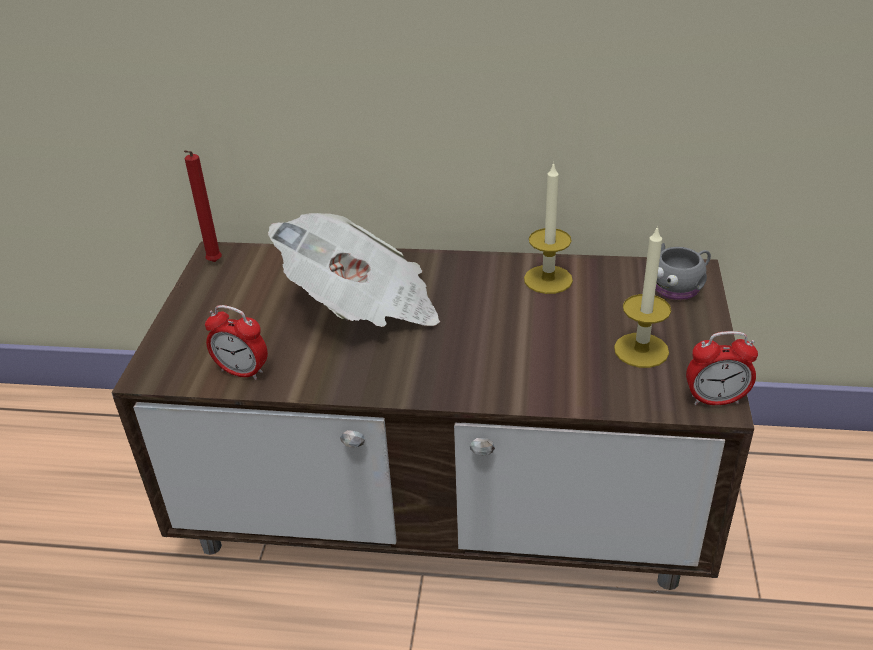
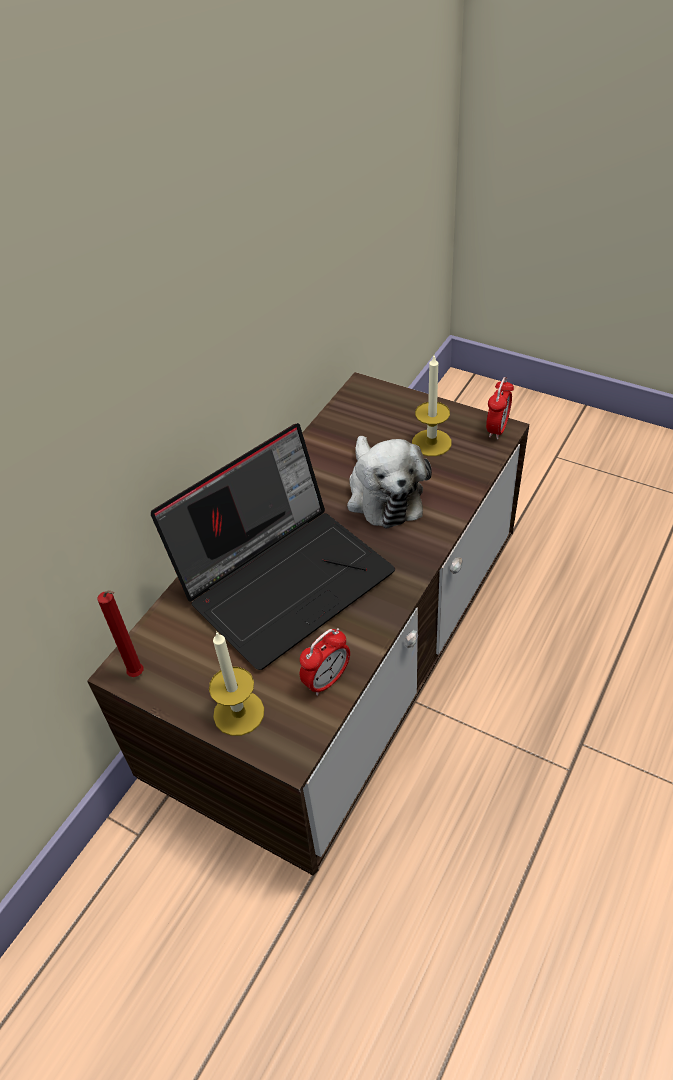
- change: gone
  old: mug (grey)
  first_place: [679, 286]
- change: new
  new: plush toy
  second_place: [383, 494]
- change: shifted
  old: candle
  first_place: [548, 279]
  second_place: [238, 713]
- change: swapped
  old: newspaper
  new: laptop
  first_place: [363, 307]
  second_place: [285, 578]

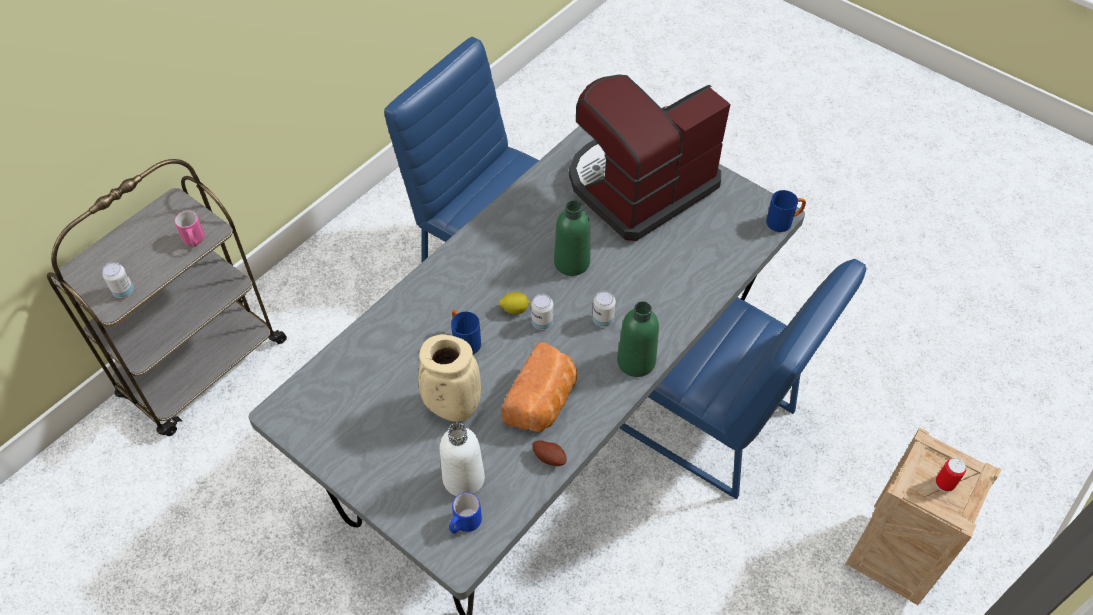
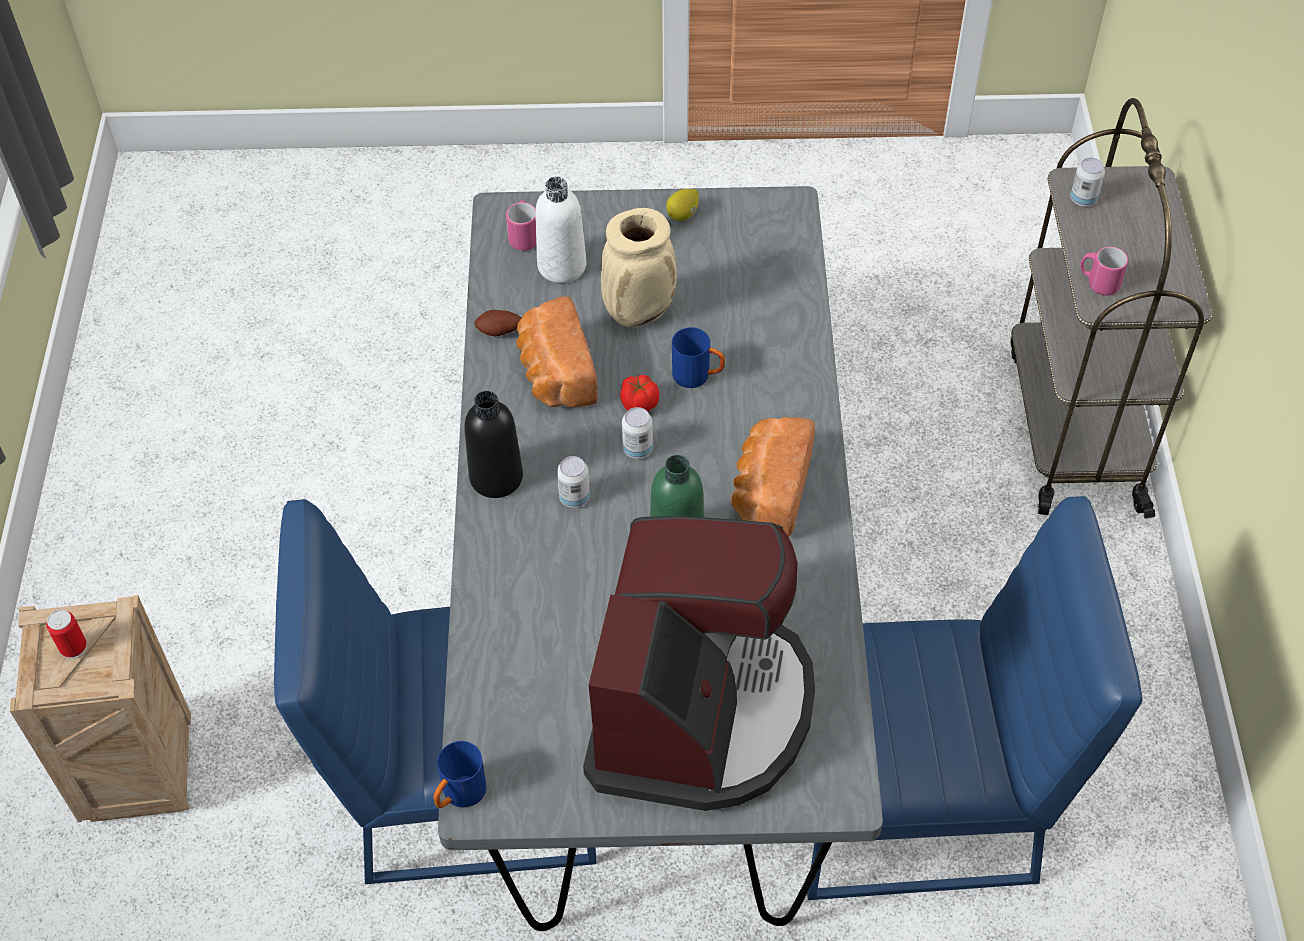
- change: new
  new: tomato
  second_place: [638, 404]
- change: new
  new: bread
  second_place: [769, 490]
- change: shifted
  old: lemon
  first_place: [515, 309]
  second_place: [683, 215]
- change: repainted
  old: mug (blue)
  new: mug (pink)
  first_place: [464, 524]
  second_place: [524, 236]
- change: repainted
  old: bottle (green)
  new: bottle (black)
  first_place: [636, 361]
  second_place: [496, 477]

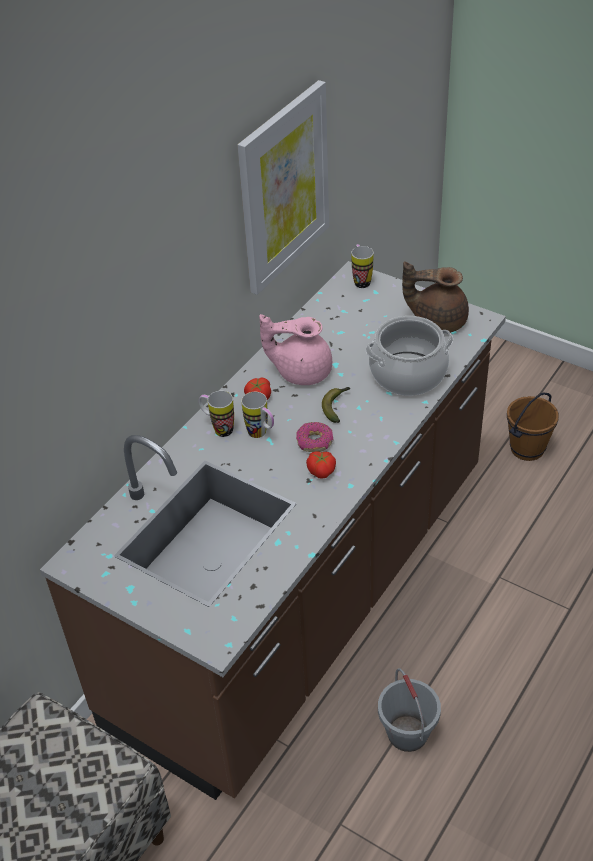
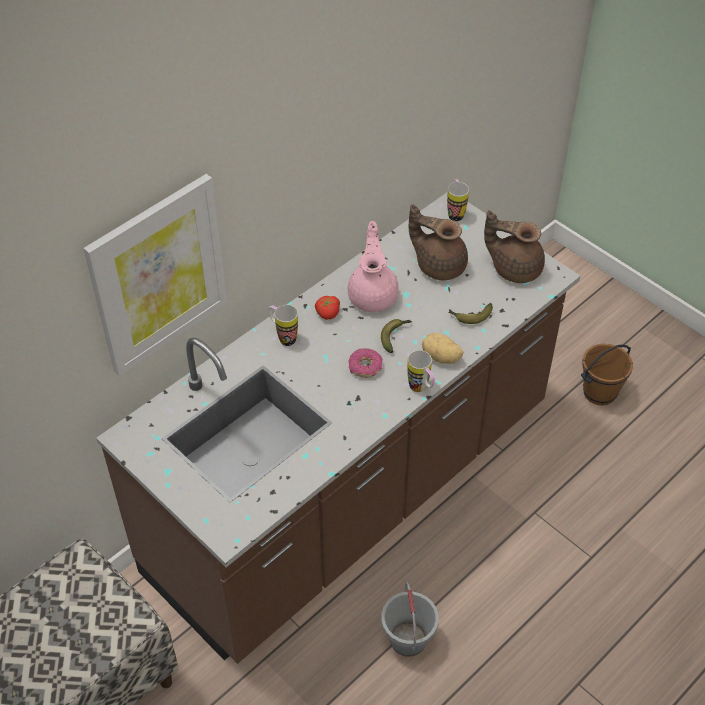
- change: gone
  old: tomato
  first_place: [322, 470]
- change: new
  new: teapot (brown)
  second_place: [439, 265]
- change: new
  new: potato
  second_place: [441, 358]
- change: shifted
  old: picture
  first_place: [283, 188]
  second_place: [158, 275]
- change: shifted
  old: mug
  first_place: [261, 434]
  second_place: [421, 389]
- change: swapped
  old: cooking pot
  new: banana
  first_place: [408, 373]
  second_place: [470, 316]
- change: rotated
  old: teapot (pink)
  first_place: [301, 371]
  second_place: [373, 295]
  degrees: 75

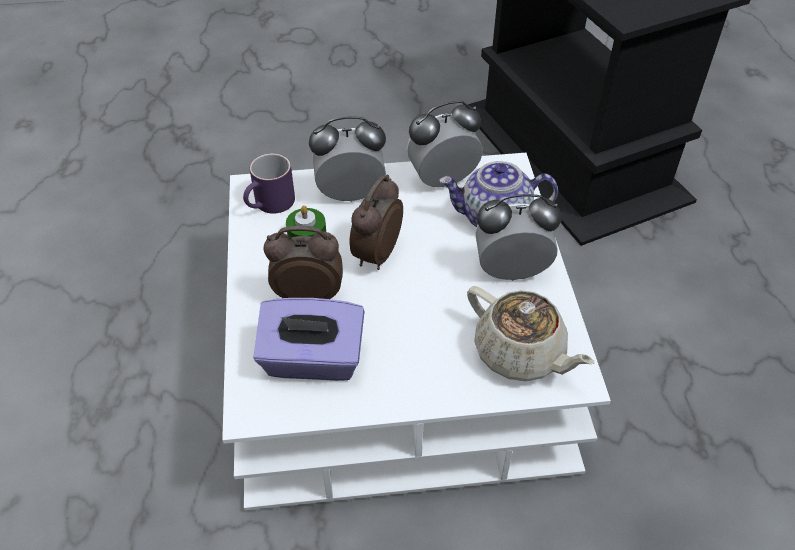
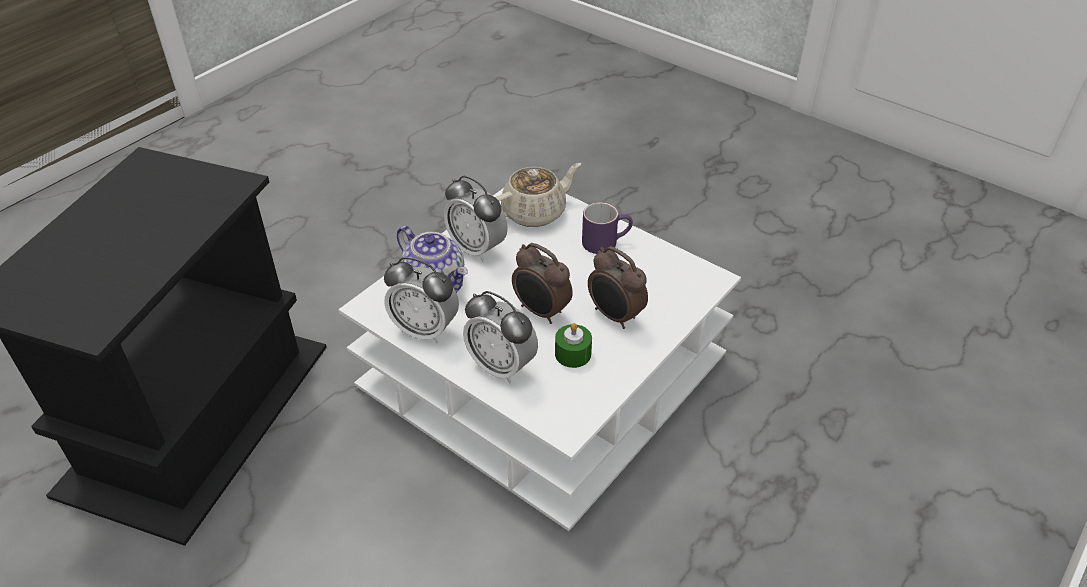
- change: gone
  old: tissue box (purple)
  first_place: [312, 360]
- change: shifted
  old: mug (purple)
  first_place: [270, 205]
  second_place: [606, 241]
- change: rotated
  old: alarm clock
  first_place: [376, 255]
  second_place: [541, 312]
  degrees: 60
- change: rotated
  old: teapot (beige)
  first_place: [520, 354]
  second_place: [535, 212]
  degrees: 60

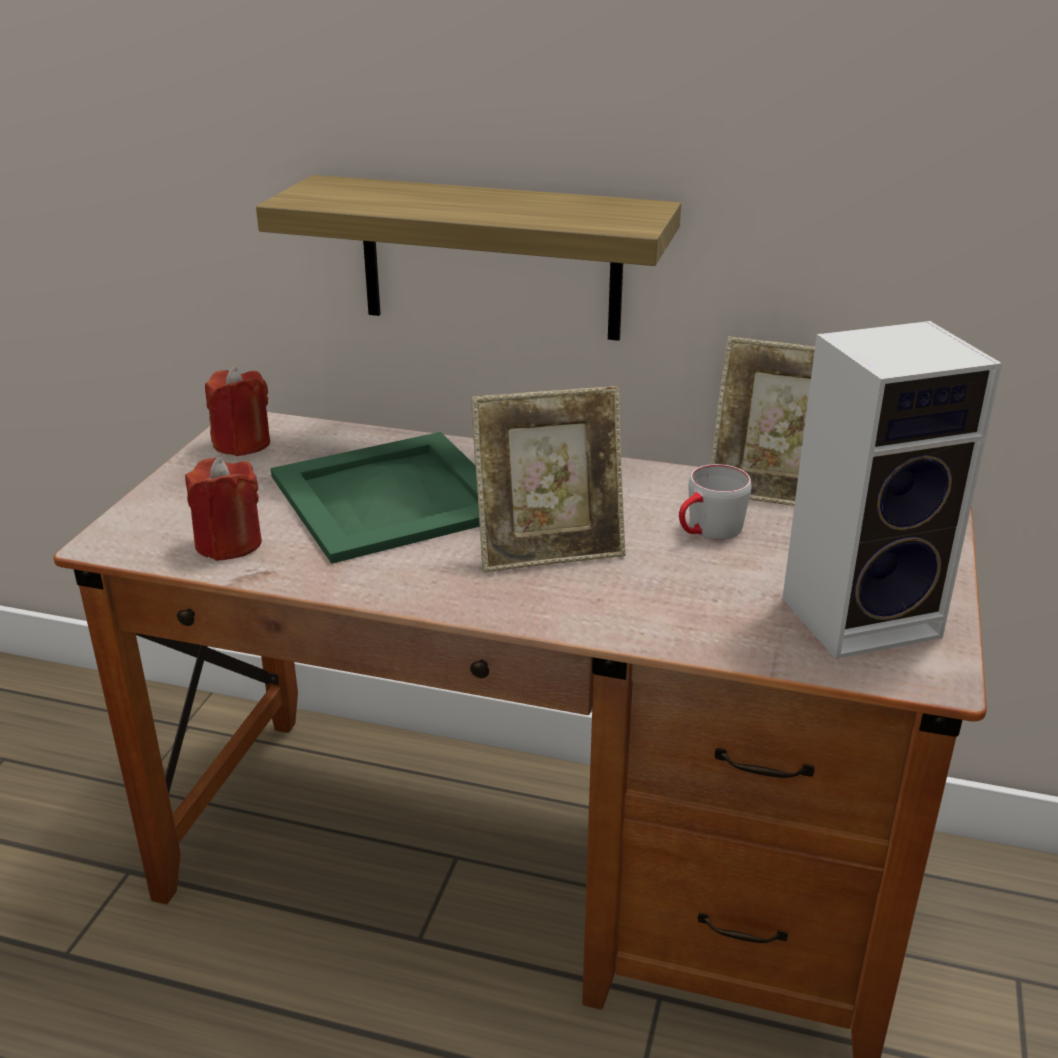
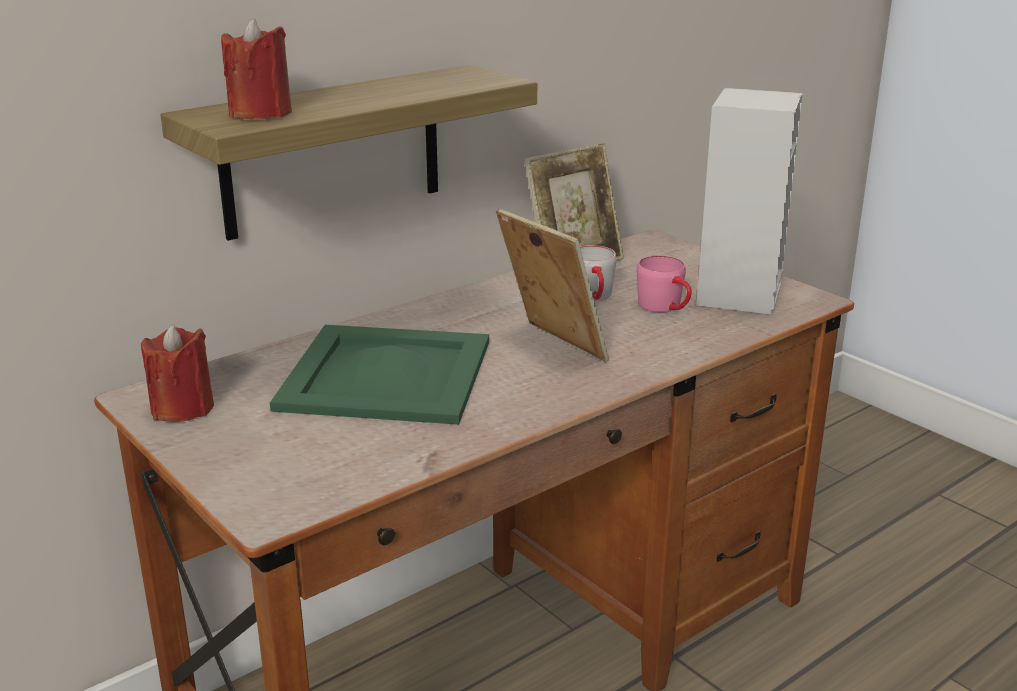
- change: new
  new: mug (pink)
  second_place: [666, 308]
- change: shifted
  old: candle (red)
  first_place: [229, 544]
  second_place: [260, 113]
- change: rotated
  old: picture frame
  first_place: [549, 550]
  second_place: [550, 347]
  degrees: -60

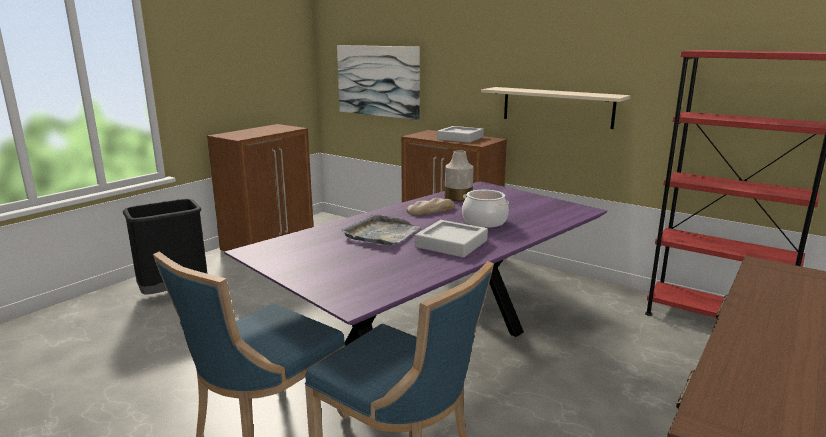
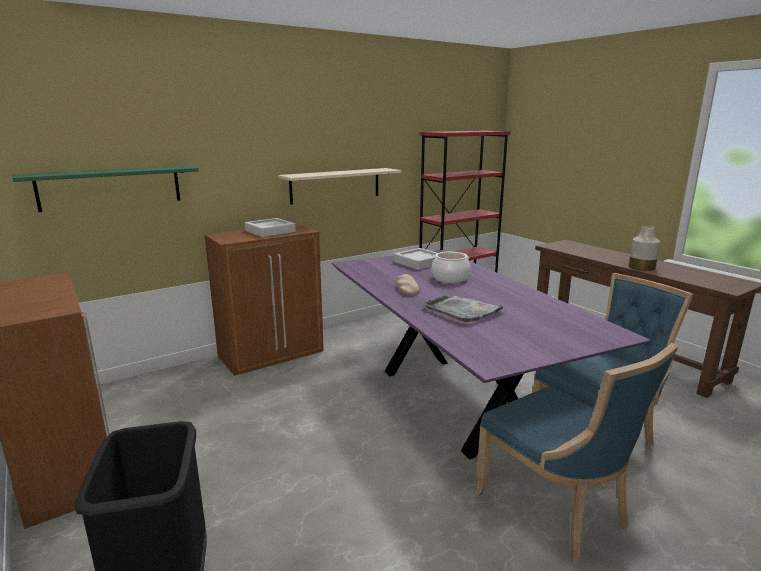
- change: shifted
  old: tray (grey)
  first_place: [451, 244]
  second_place: [419, 262]
- change: shifted
  old: vase (beige)
  first_place: [458, 197]
  second_place: [641, 267]
- change: swapped
  old: picture
  new: shelf (green)
  first_place: [378, 81]
  second_place: [111, 187]

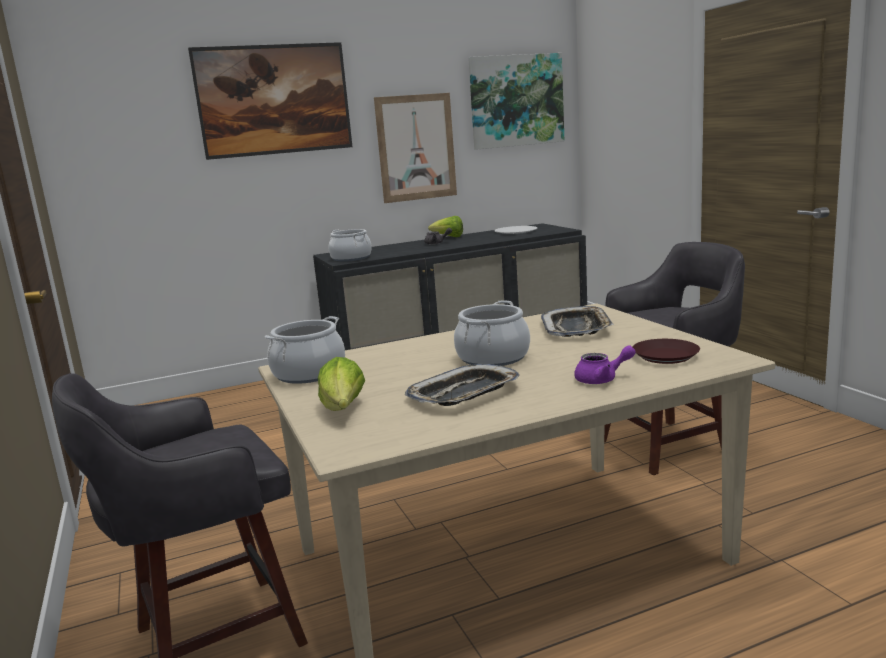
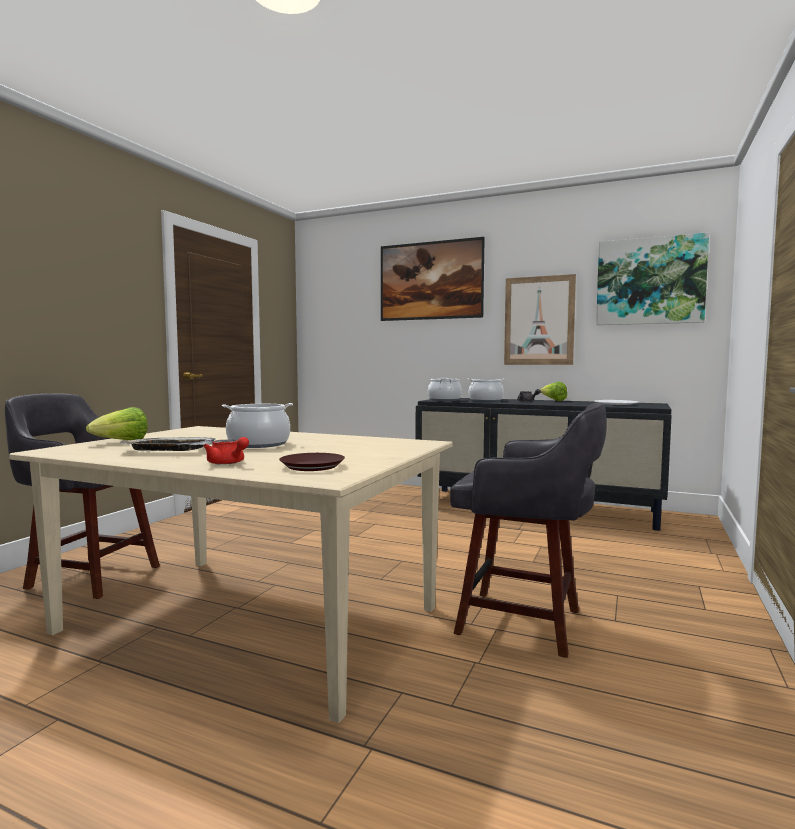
- change: gone
  old: tray
  first_place: [576, 328]
- change: shifted
  old: cooking pot
  first_place: [308, 373]
  second_place: [485, 401]
- change: repainted
  old: teapot (purple)
  new: teapot (red)
  first_place: [602, 379]
  second_place: [228, 463]

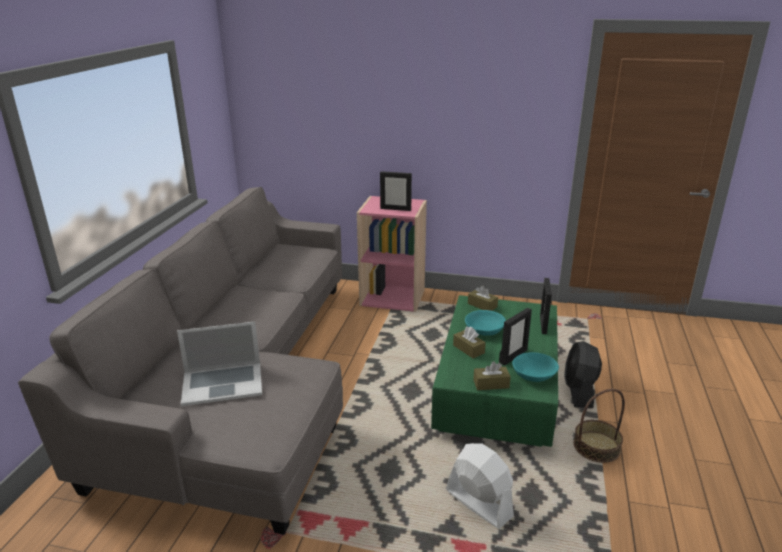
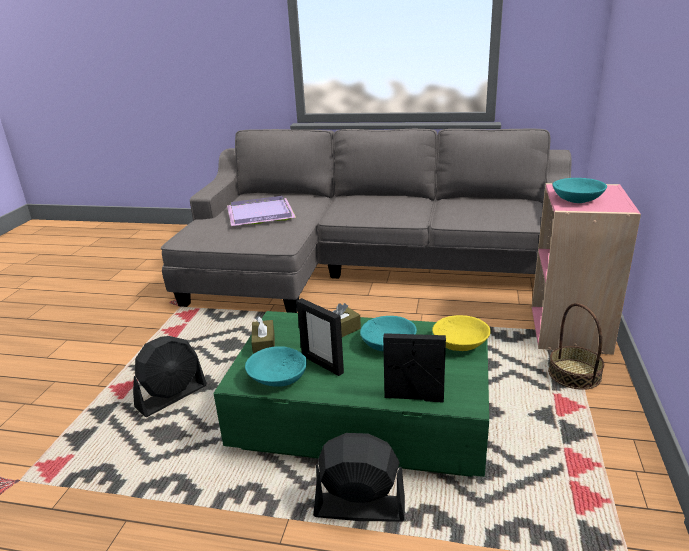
- change: shifted
  old: basket
  first_place: [596, 446]
  second_place: [574, 374]
- change: swapped
  old: laptop
  new: tray (purple)
  first_place: [222, 383]
  second_place: [262, 214]
- change: swapped
  old: picture frame
  new: bowl (turquoise)
  first_place: [395, 209]
  second_place: [577, 199]
- change: swapped
  old: tissue box (brown)
  new: bowl (yellow)
  first_place: [482, 305]
  second_place: [460, 343]
- change: repainted
  old: fan (white)
  new: fan (black)
  first_place: [478, 503]
  second_place: [172, 396]

